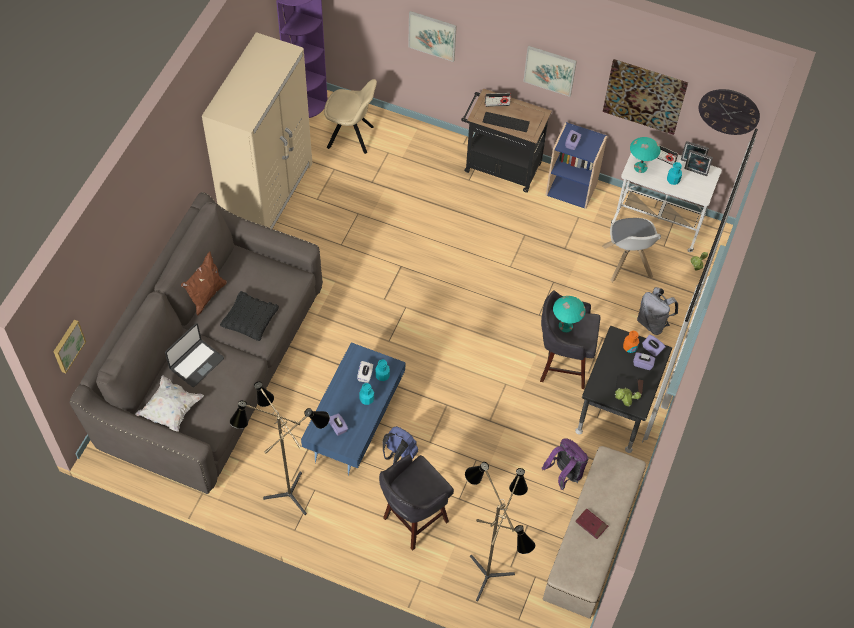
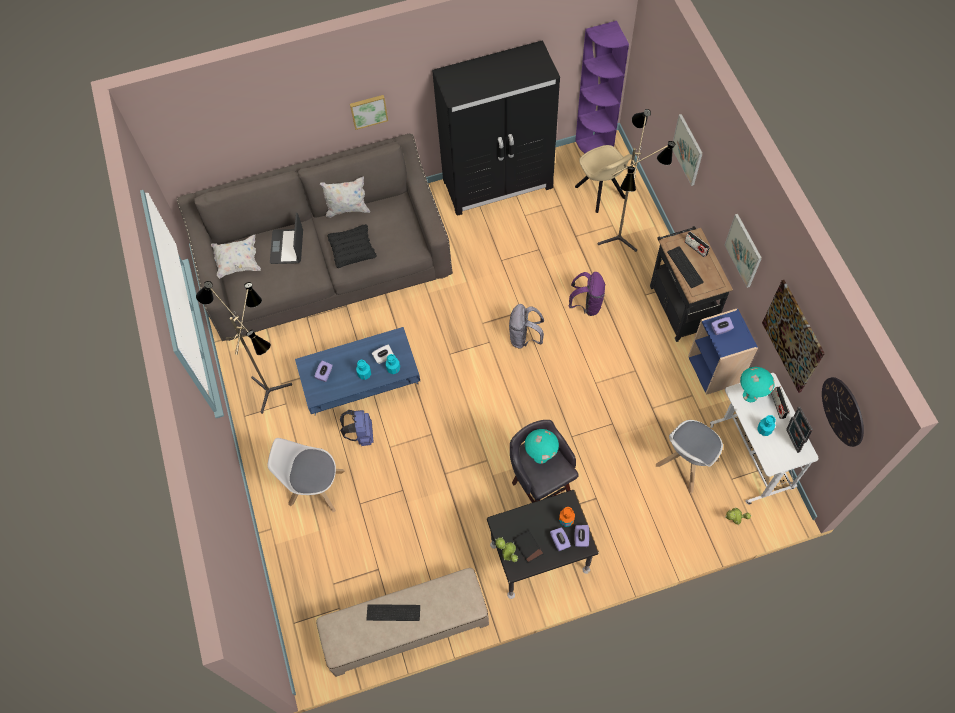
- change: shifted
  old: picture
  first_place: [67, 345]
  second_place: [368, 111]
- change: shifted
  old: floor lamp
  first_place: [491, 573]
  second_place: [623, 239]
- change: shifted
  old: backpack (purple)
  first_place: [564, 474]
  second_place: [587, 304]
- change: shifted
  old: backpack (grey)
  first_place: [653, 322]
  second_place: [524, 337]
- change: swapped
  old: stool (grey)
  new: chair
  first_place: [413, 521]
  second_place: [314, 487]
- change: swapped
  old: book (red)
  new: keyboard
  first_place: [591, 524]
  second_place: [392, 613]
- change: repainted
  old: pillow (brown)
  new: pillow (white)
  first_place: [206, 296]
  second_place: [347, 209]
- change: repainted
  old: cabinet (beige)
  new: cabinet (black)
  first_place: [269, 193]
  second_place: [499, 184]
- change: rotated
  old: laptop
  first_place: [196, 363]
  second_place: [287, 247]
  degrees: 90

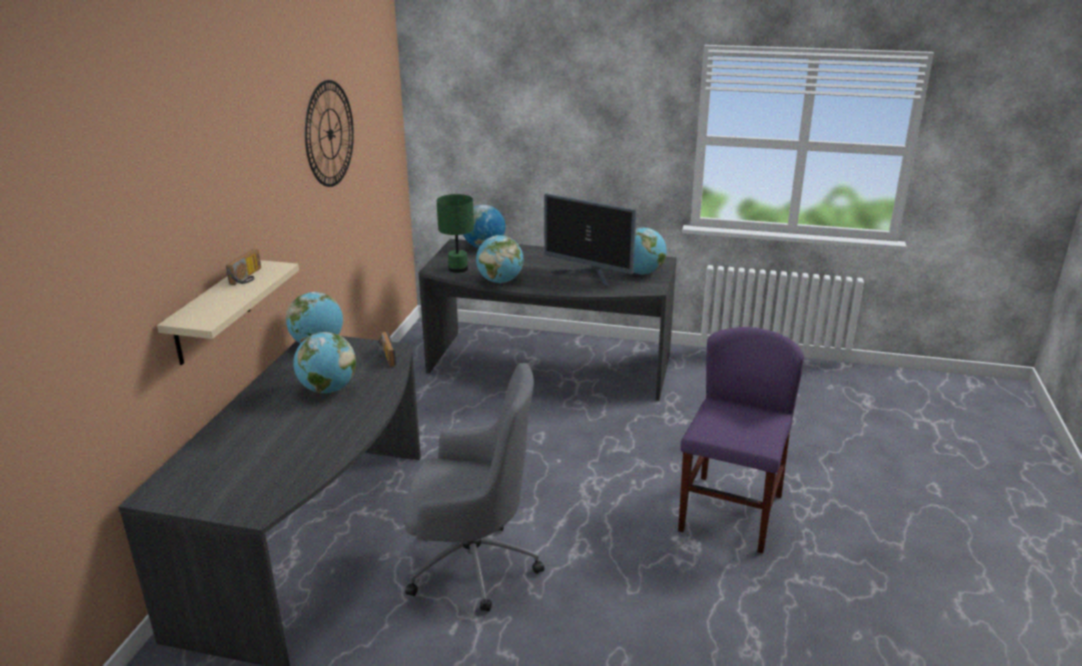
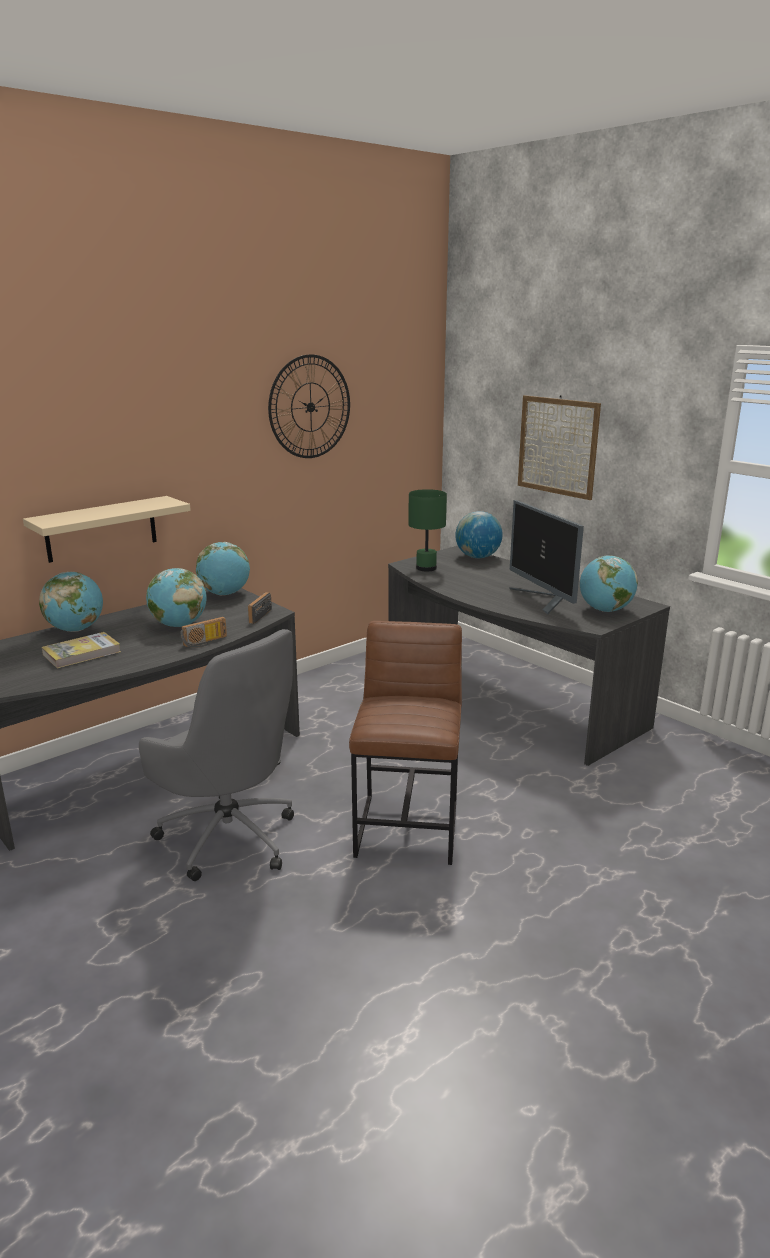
- change: gone
  old: chair (purple)
  first_place: [730, 513]
- change: new
  new: book
  second_place: [82, 653]
- change: new
  new: chair (brown)
  second_place: [407, 827]
- change: new
  new: picture
  second_place: [558, 444]
- change: shifted
  old: radio
  first_place: [248, 277]
  second_place: [205, 642]
- change: shifted
  old: globe
  first_place: [500, 281]
  second_place: [76, 629]

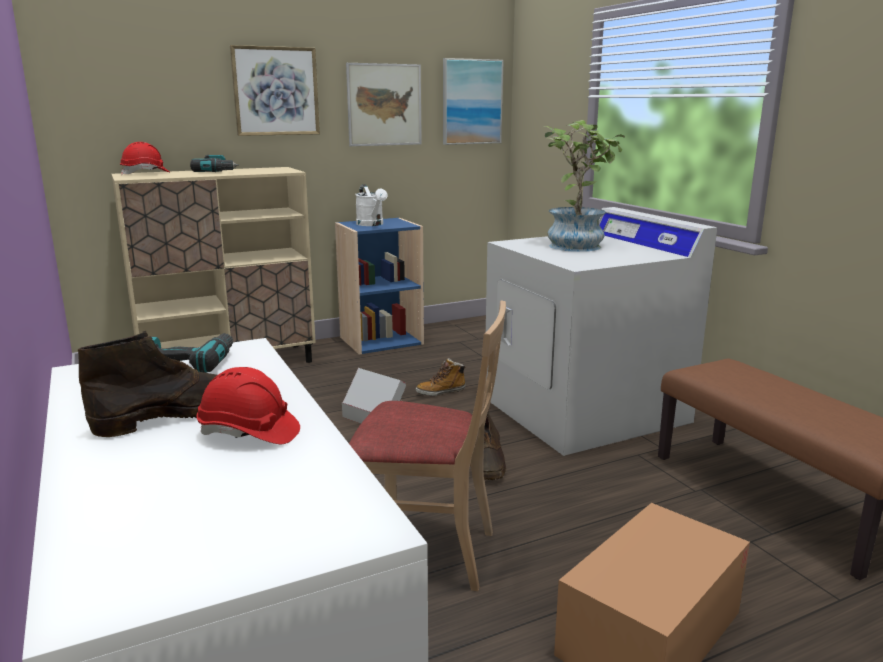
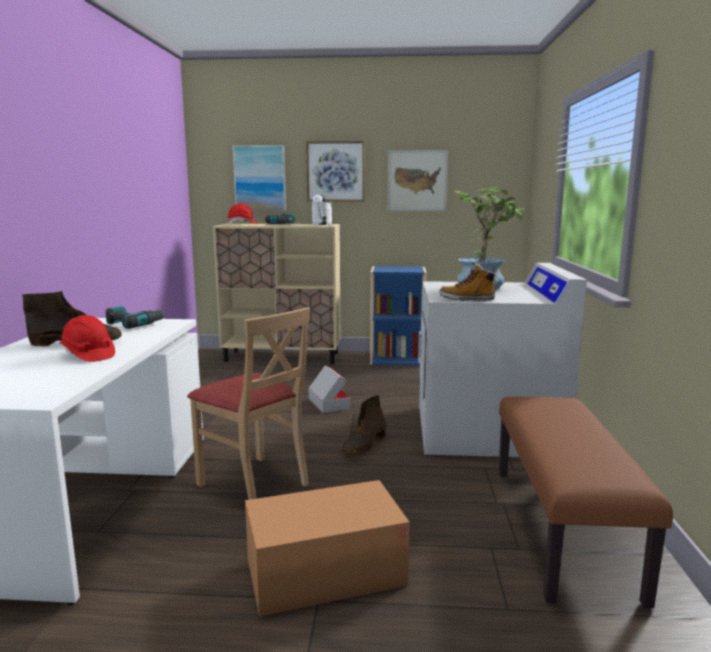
- change: shifted
  old: watering can (white)
  first_place: [372, 224]
  second_place: [321, 224]
- change: shifted
  old: boot
  first_place: [441, 392]
  second_place: [467, 299]
- change: shifted
  old: picture
  first_place: [471, 102]
  second_place: [260, 178]

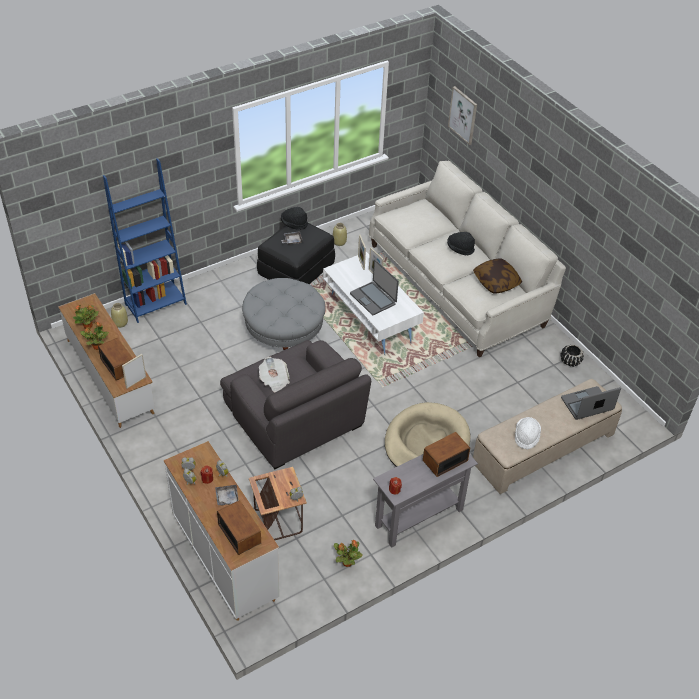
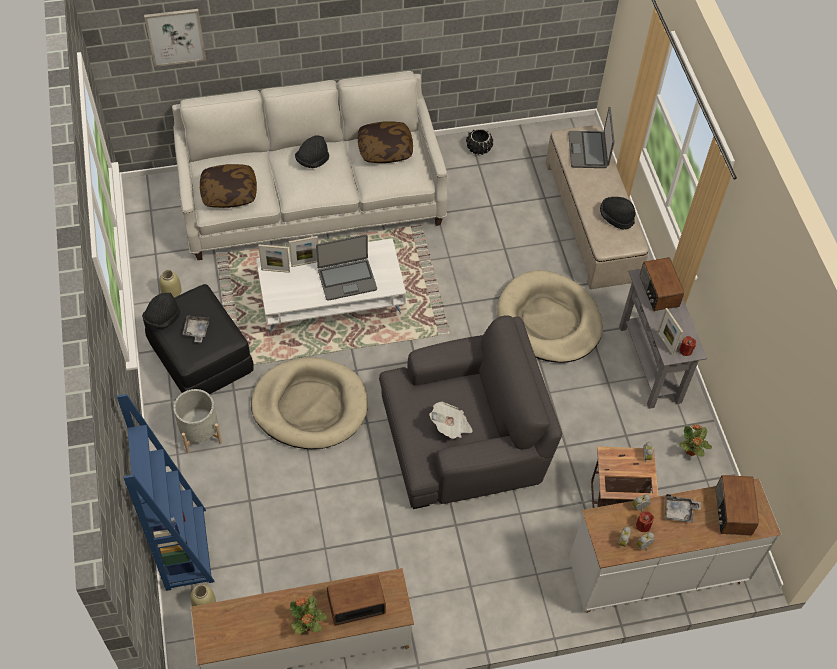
- change: gone
  old: potted plant
  first_place: [88, 326]
- change: new
  new: planter (grey)
  second_place: [200, 433]
- change: new
  new: pillow
  second_place: [229, 193]
- change: shifted
  old: picture frame
  first_place: [136, 382]
  second_place: [665, 343]
- change: swapped
  old: ottoman (grey)
  new: dog bed (beige)
  first_place: [284, 330]
  second_place: [310, 406]
- change: repainted
  old: hat (white)
  new: hat (black)
  first_place: [526, 437]
  second_place: [616, 217]
- change: rotated
  old: radio
  first_place: [240, 533]
  second_place: [732, 511]
  degrees: -75

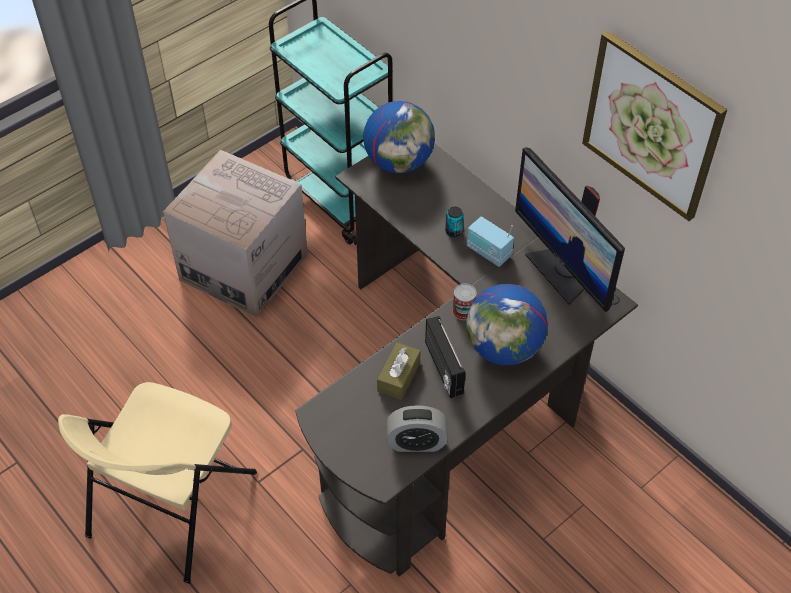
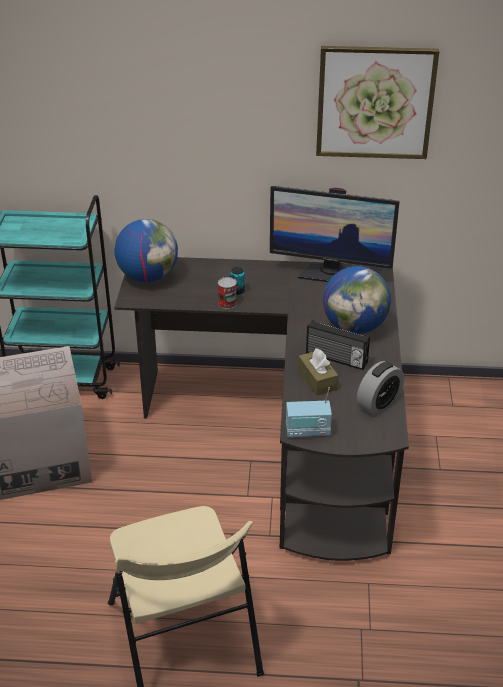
- change: shifted
  old: can
  first_place: [463, 311]
  second_place: [227, 303]
- change: shifted
  old: radio
  first_place: [488, 252]
  second_place: [307, 431]

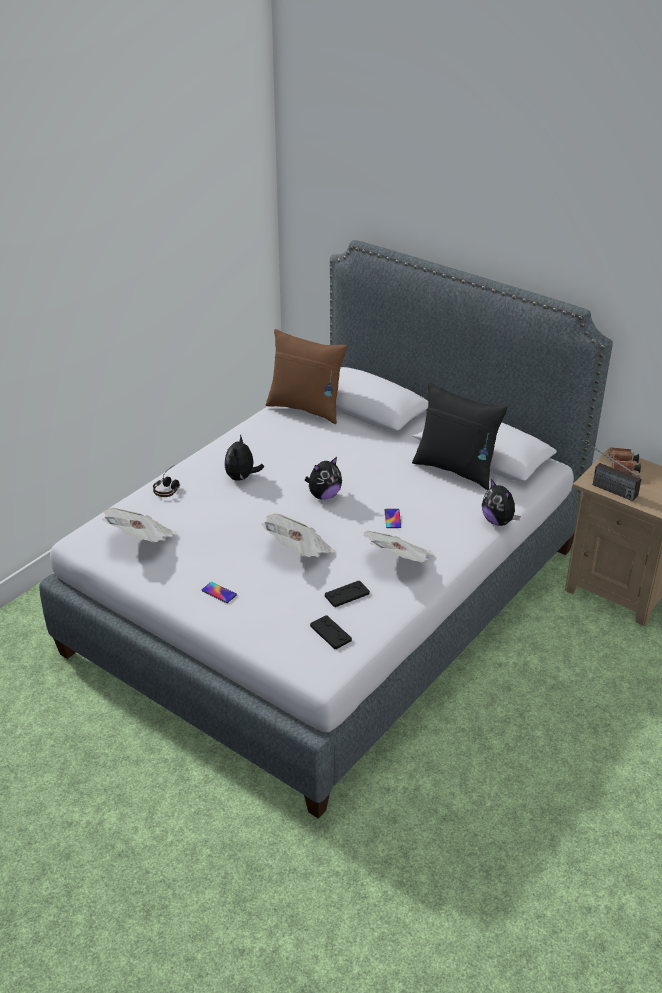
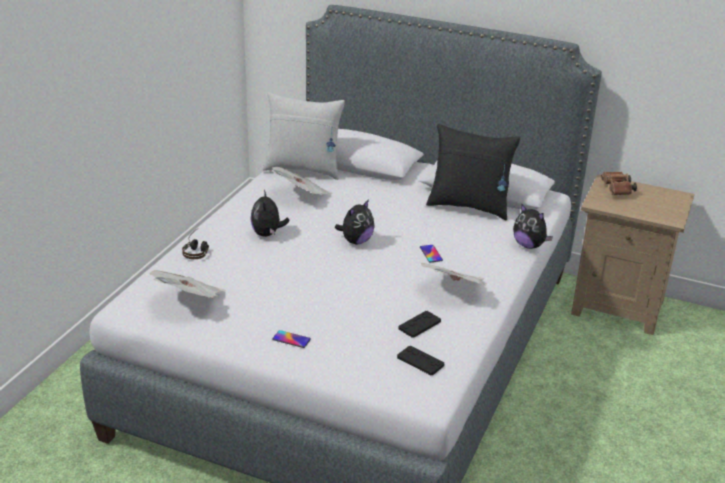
- change: gone
  old: radio
  first_place: [603, 486]
- change: shifted
  old: newspaper
  first_place: [299, 551]
  second_place: [302, 196]
- change: repainted
  old: pillow (brown)
  new: pillow (grey)
  first_place: [305, 409]
  second_place: [303, 170]

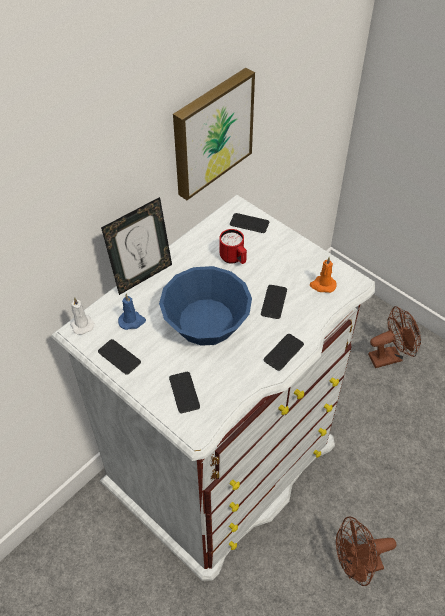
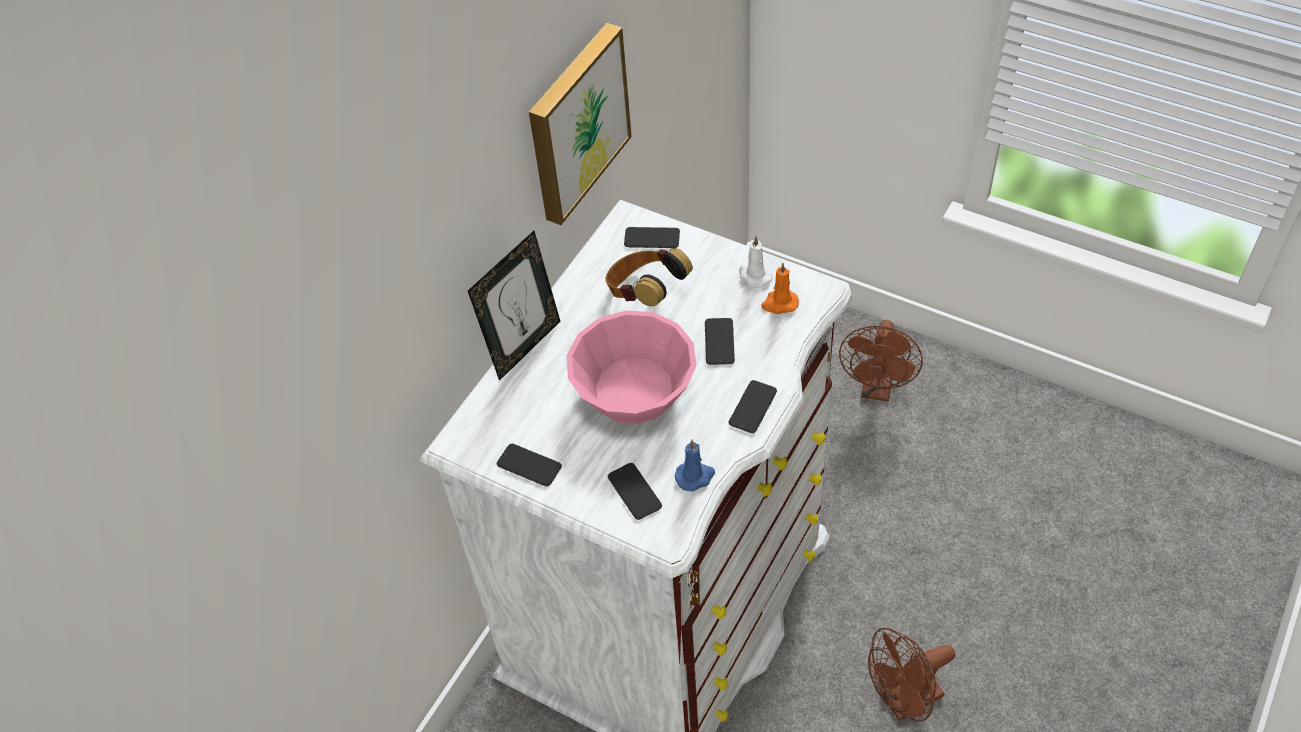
- change: shifted
  old: candle (white)
  first_place: [81, 324]
  second_place: [754, 275]
- change: shifted
  old: candle (blue)
  first_place: [132, 321]
  second_place: [695, 476]
- change: swapped
  old: mug (red)
  new: headphones
  first_place: [234, 259]
  second_place: [645, 294]
- change: repainted
  old: bowl (blue)
  new: bowl (pink)
  first_place: [206, 321]
  second_place: [634, 389]
- change: rotated
  old: fan (brown)
  first_place: [389, 356]
  second_place: [877, 389]
  degrees: 135

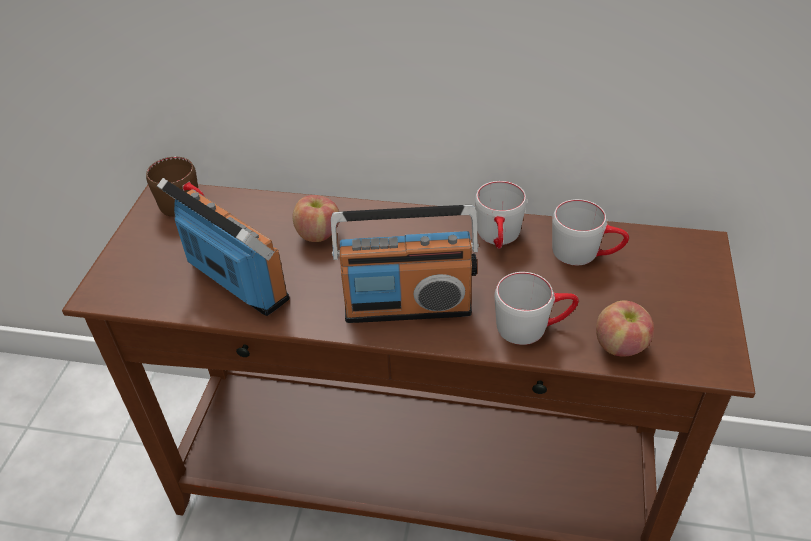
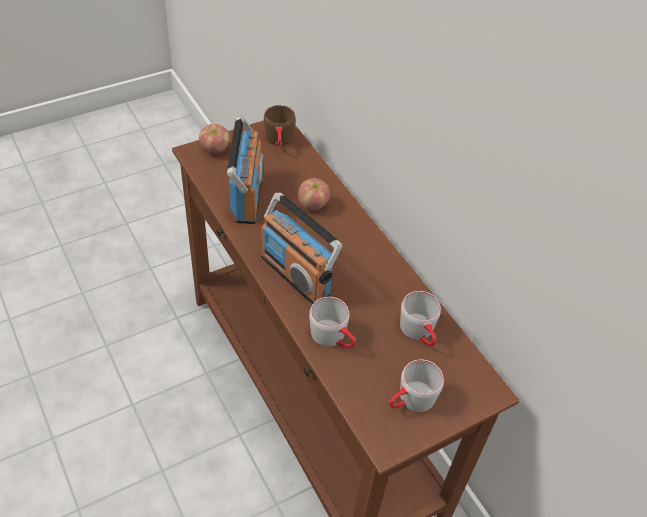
- change: shifted
  old: mug (grey)
  first_place: [499, 238]
  second_place: [410, 401]
- change: shifted
  old: apple
  first_place: [620, 345]
  second_place: [215, 149]

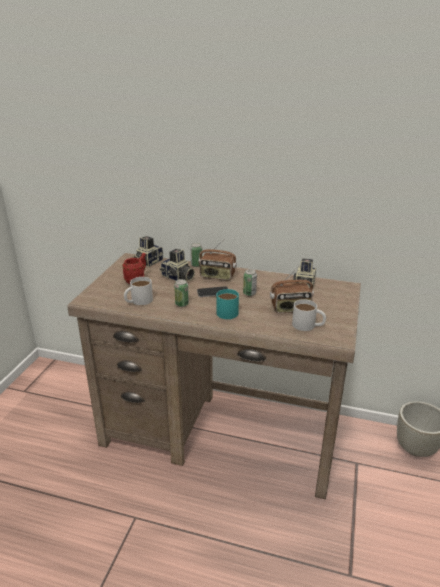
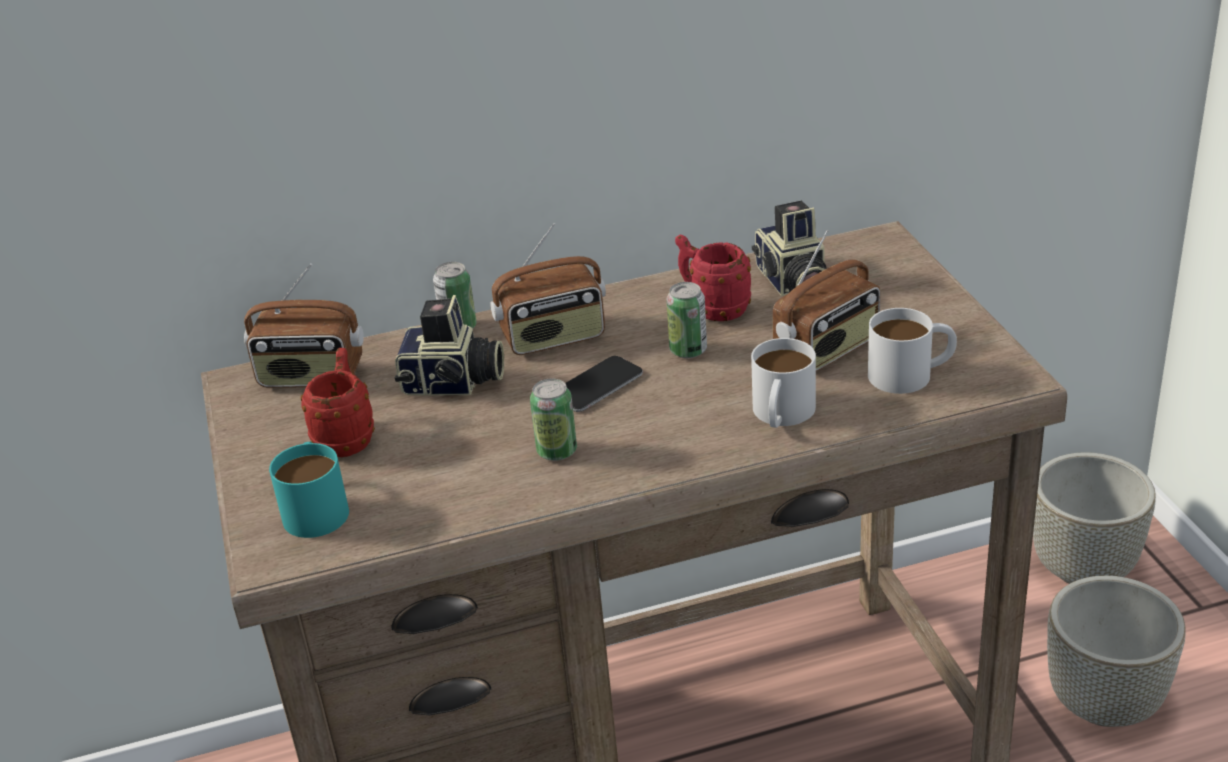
- change: new
  new: mug (red)
  second_place: [712, 308]
- change: new
  new: planter (grey)
  second_place: [1105, 703]
- change: shifted
  old: mug (white)
  first_place: [138, 301]
  second_place: [781, 415]
- change: shifted
  old: mug (turquoise)
  first_place: [229, 311]
  second_place: [316, 507]
- change: swapped
  old: photo camera
  new: radio
  first_place: [147, 263]
  second_place: [311, 377]

